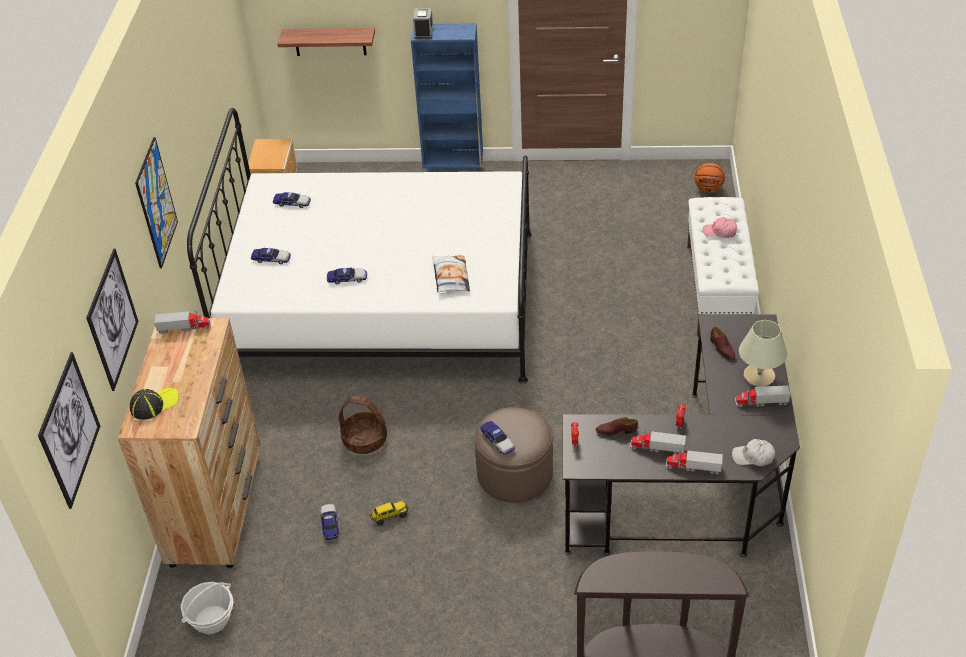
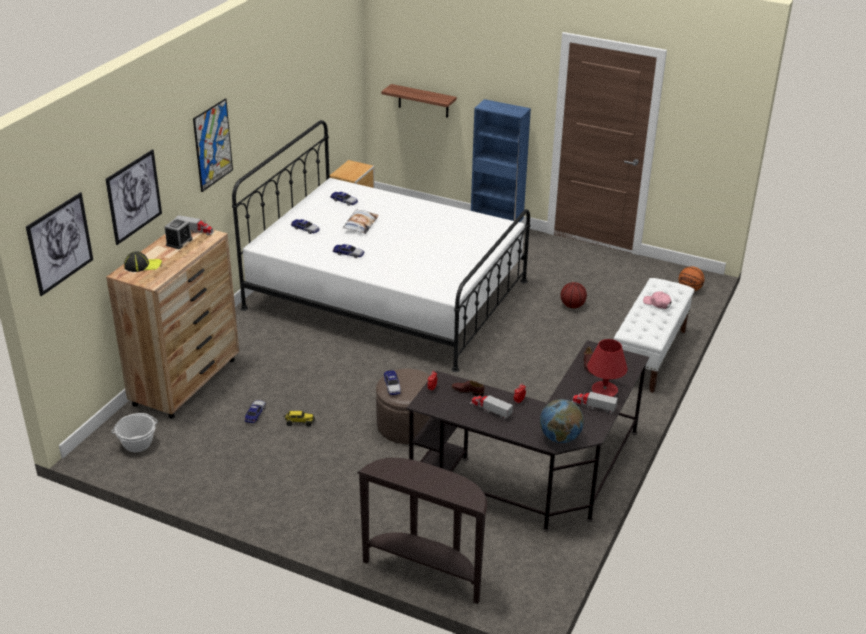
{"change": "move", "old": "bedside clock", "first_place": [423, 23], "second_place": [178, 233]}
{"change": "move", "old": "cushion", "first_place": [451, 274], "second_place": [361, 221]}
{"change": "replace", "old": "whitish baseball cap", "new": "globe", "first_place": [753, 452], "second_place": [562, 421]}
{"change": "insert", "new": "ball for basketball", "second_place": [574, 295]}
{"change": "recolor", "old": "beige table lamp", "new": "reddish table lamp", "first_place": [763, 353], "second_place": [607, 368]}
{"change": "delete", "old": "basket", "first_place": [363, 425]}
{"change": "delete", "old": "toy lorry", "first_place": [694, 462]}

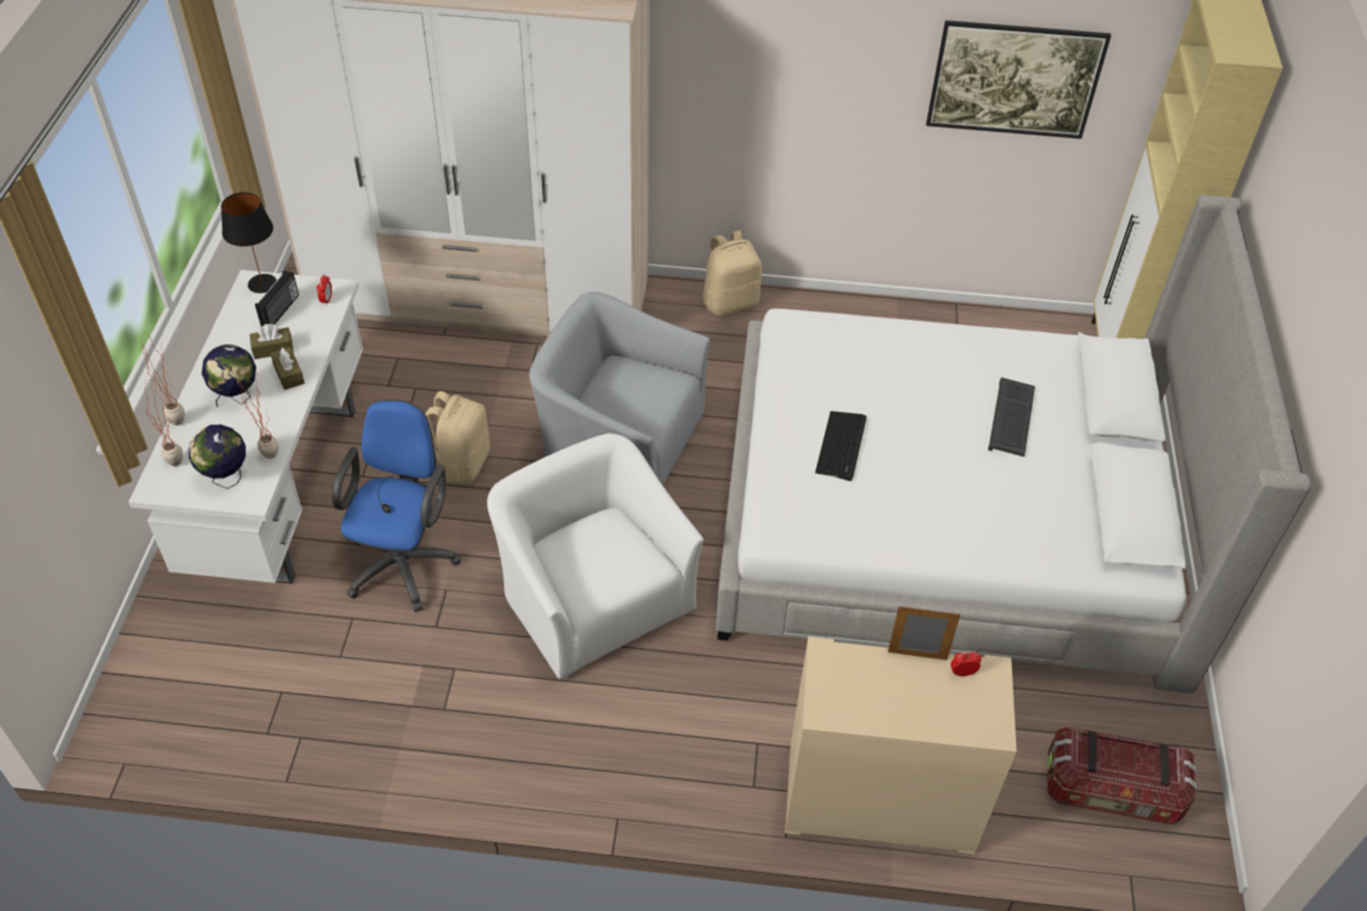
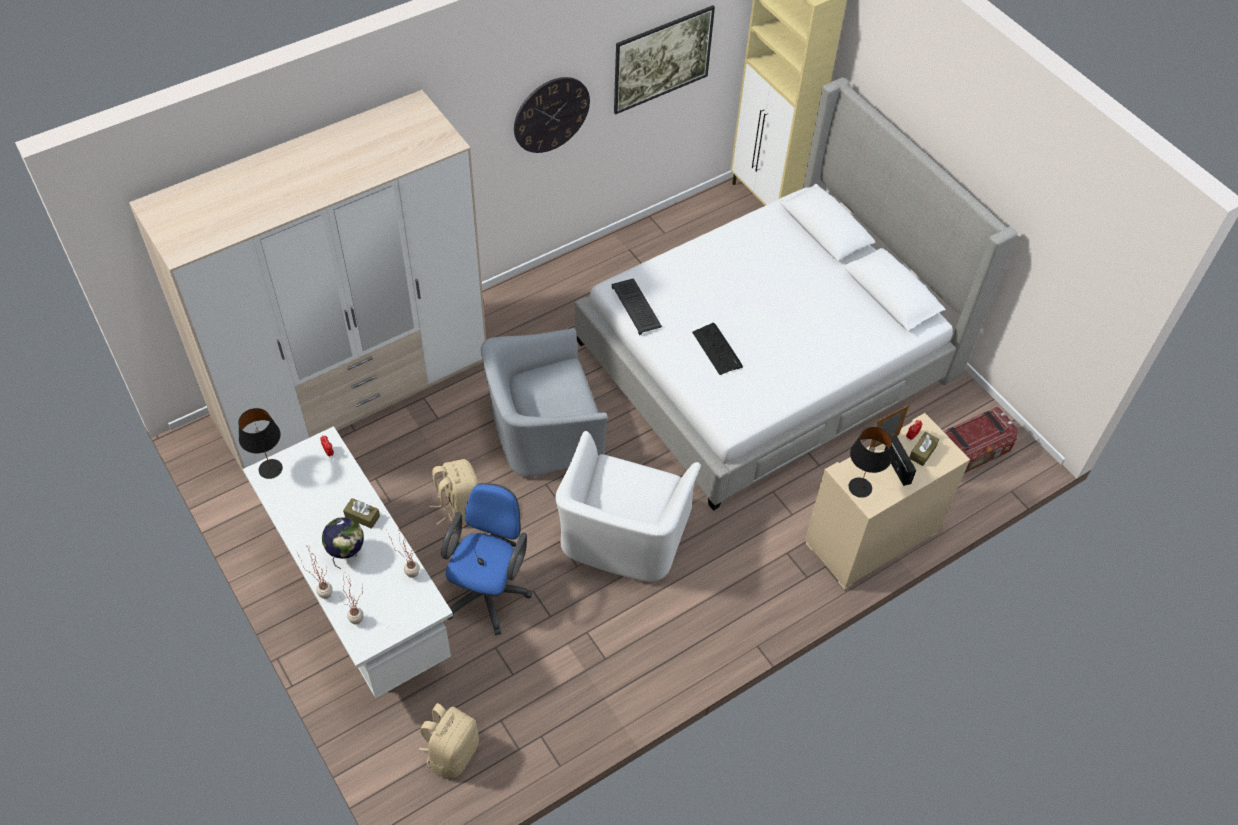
{"change": "move", "old": "beige backpack", "first_place": [732, 273], "second_place": [449, 740]}
{"change": "rotate", "old": "bluish desk chair", "first_place": [396, 506], "second_place": [486, 559], "degrees": 45}
{"change": "insert", "new": "clock on the wall", "second_place": [552, 115]}
{"change": "rotate", "old": "whitish easy chair", "first_place": [595, 556], "second_place": [628, 506], "degrees": -90}
{"change": "move", "old": "keyboard", "first_place": [1011, 417], "second_place": [636, 306]}
{"change": "insert", "new": "black table lamp", "second_place": [870, 462]}
{"change": "move", "old": "radio set", "first_place": [277, 298], "second_place": [900, 461]}
{"change": "move", "old": "brown tissue box", "first_place": [272, 341], "second_place": [924, 449]}
{"change": "delete", "old": "globe", "first_place": [217, 457]}

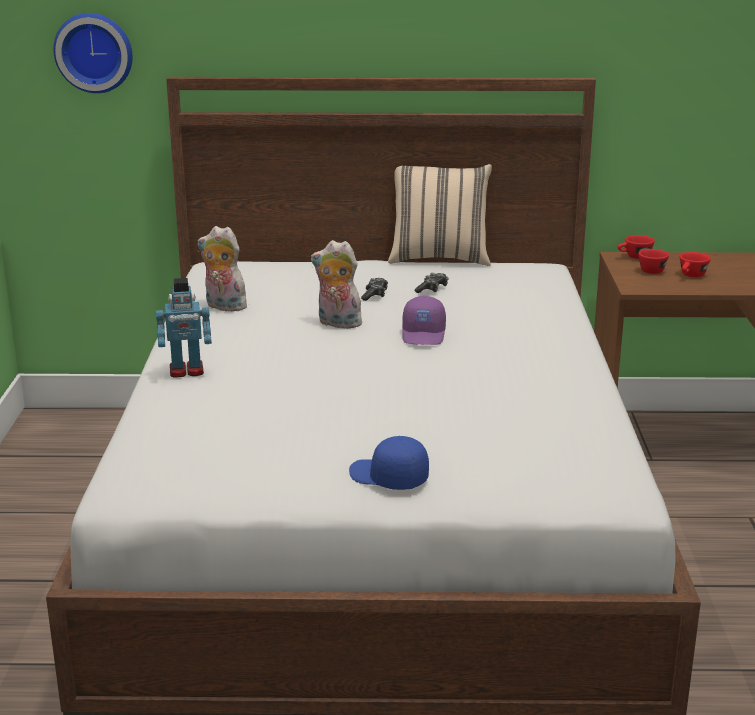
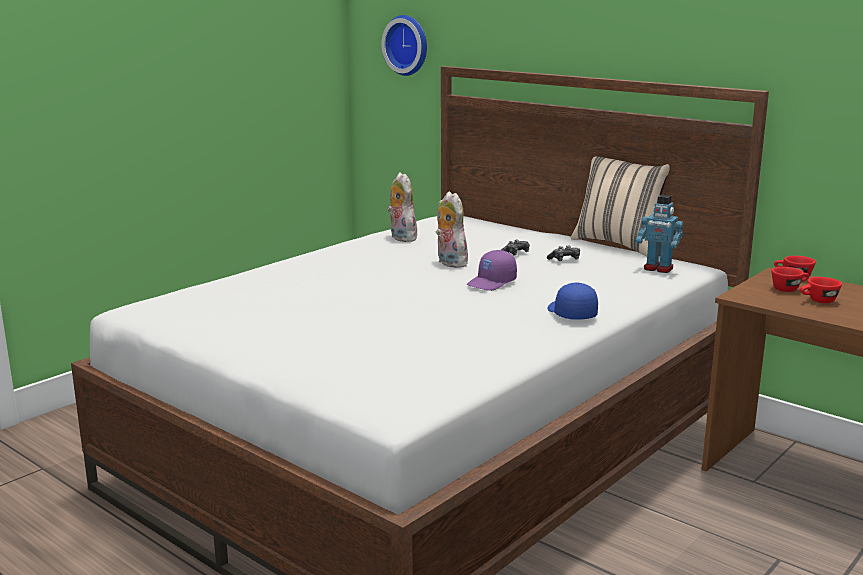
{"change": "move", "old": "bluish baseball cap", "first_place": [389, 463], "second_place": [572, 301]}
{"change": "move", "old": "robot figure", "first_place": [184, 328], "second_place": [660, 233]}

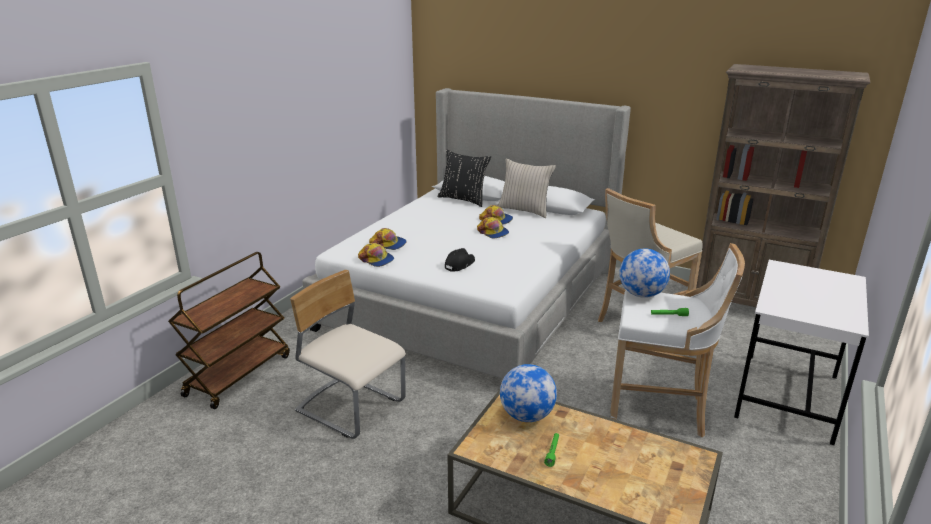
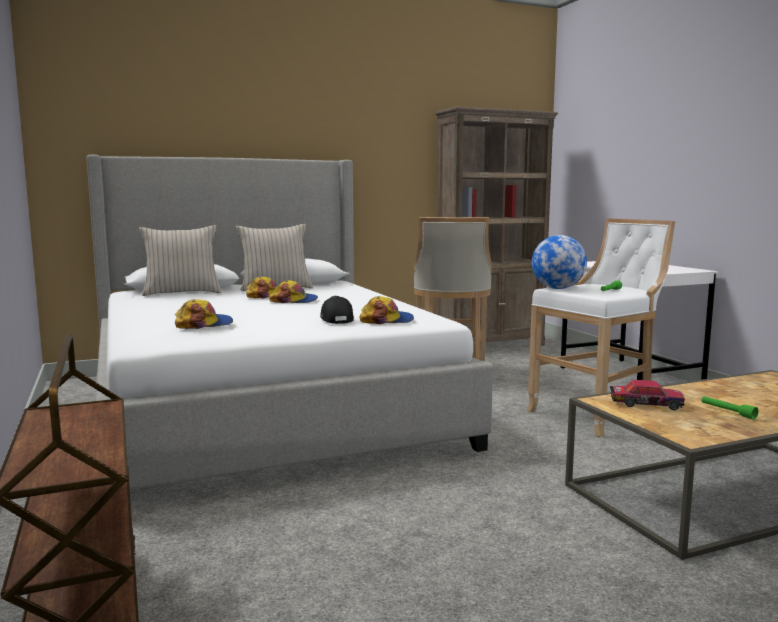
{"change": "recolor", "old": "black cushion", "new": "beige cushion", "first_place": [464, 178], "second_place": [180, 260]}
{"change": "move", "old": "baseball cap", "first_place": [376, 254], "second_place": [386, 310]}
{"change": "replace", "old": "globe", "new": "toy car", "first_place": [528, 393], "second_place": [647, 395]}
{"change": "delete", "old": "beige upright chair", "first_place": [348, 354]}

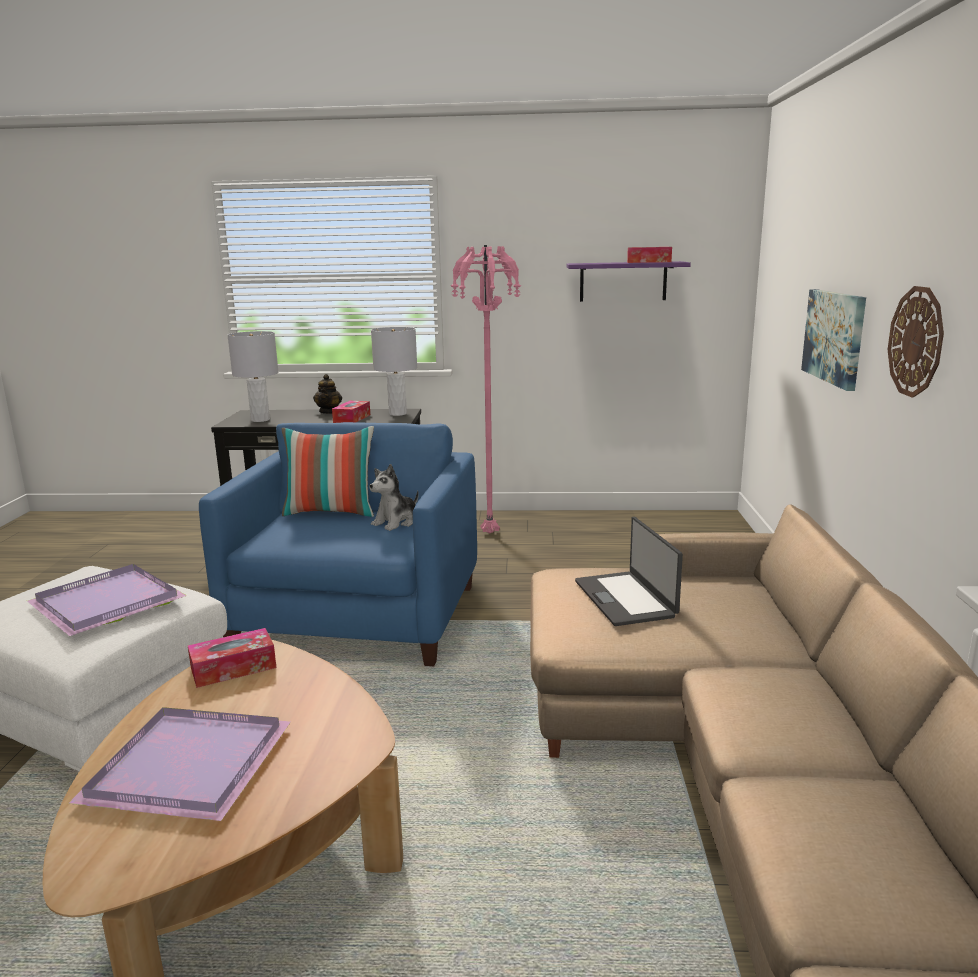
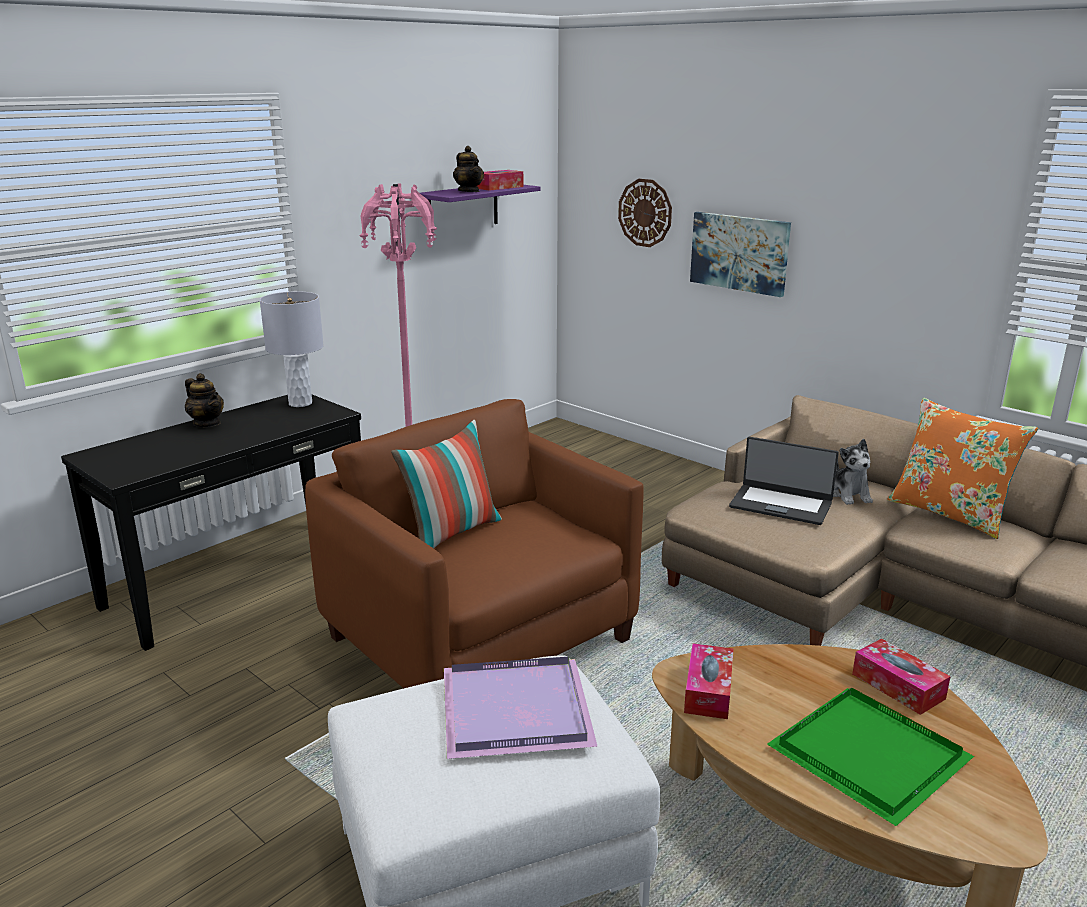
{"change": "recolor", "old": "bluish easy chair", "new": "brown easy chair", "first_place": [338, 544], "second_place": [474, 543]}
{"change": "insert", "new": "pot for tea", "second_place": [468, 169]}
{"change": "move", "old": "clock on the wall", "first_place": [916, 342], "second_place": [645, 213]}
{"change": "recolor", "old": "purplish tray", "new": "green tray", "first_place": [179, 764], "second_place": [870, 756]}
{"change": "move", "old": "soft toy", "first_place": [394, 497], "second_place": [853, 472]}
{"change": "move", "old": "tissue box", "first_place": [351, 412], "second_place": [901, 676]}
{"change": "insert", "new": "orange cushion", "second_place": [962, 468]}
{"change": "delete", "old": "grey table lamp", "first_place": [253, 376]}

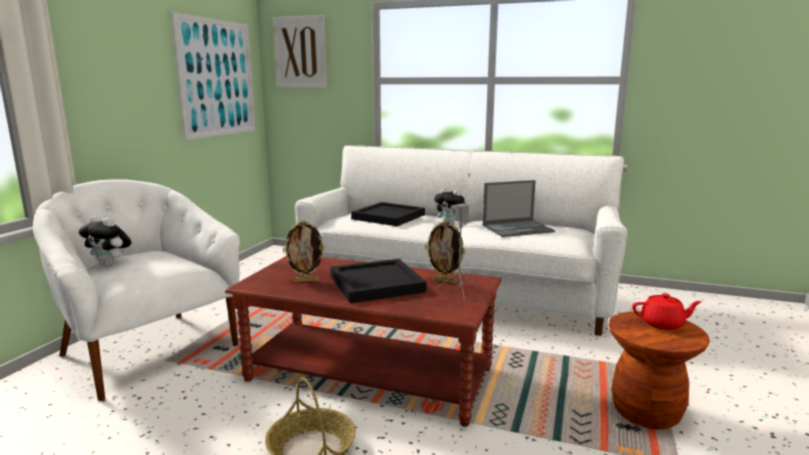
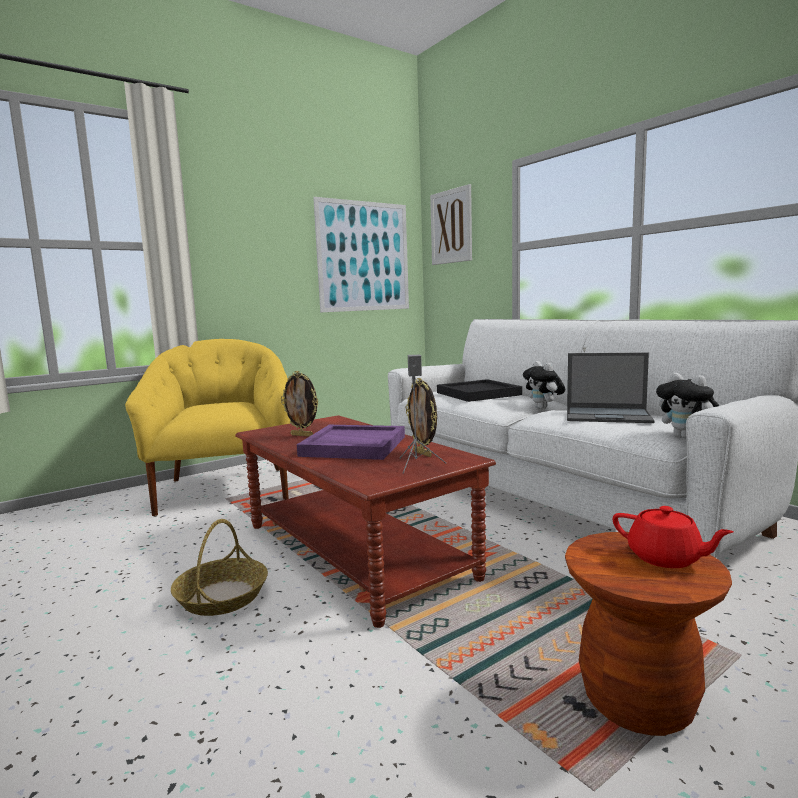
{"change": "recolor", "old": "whitish easy chair", "new": "yellowish easy chair", "first_place": [136, 290], "second_place": [207, 427]}
{"change": "recolor", "old": "black tray", "new": "purplish tray", "first_place": [379, 281], "second_place": [351, 442]}
{"change": "move", "old": "soft toy", "first_place": [105, 241], "second_place": [687, 406]}

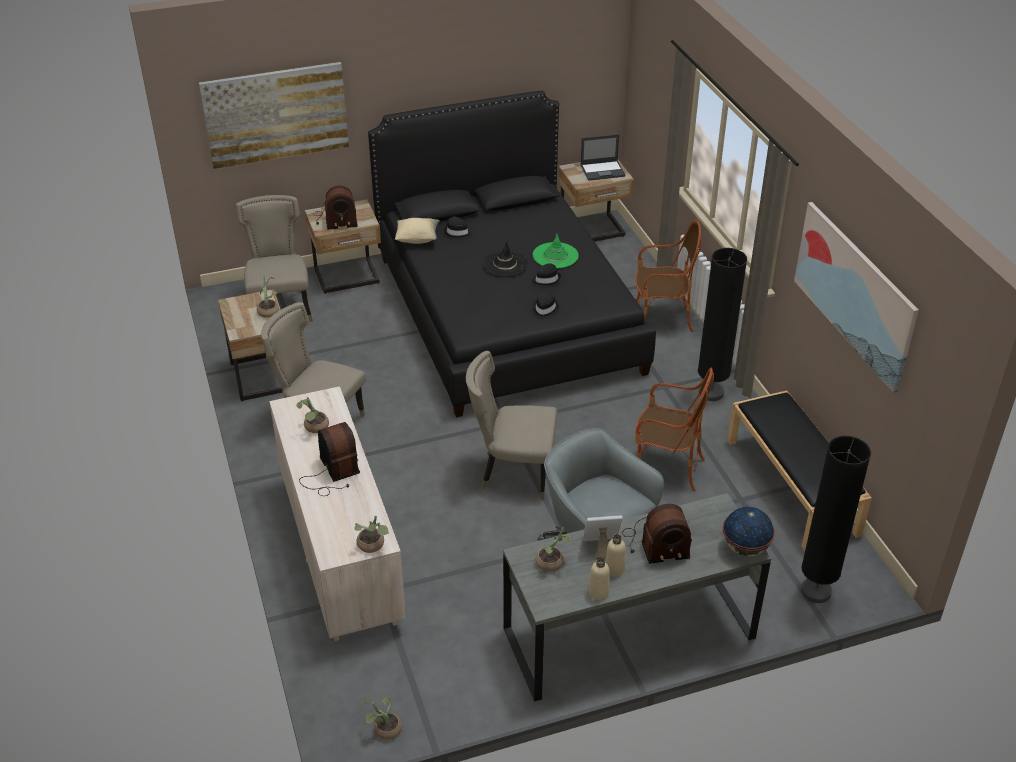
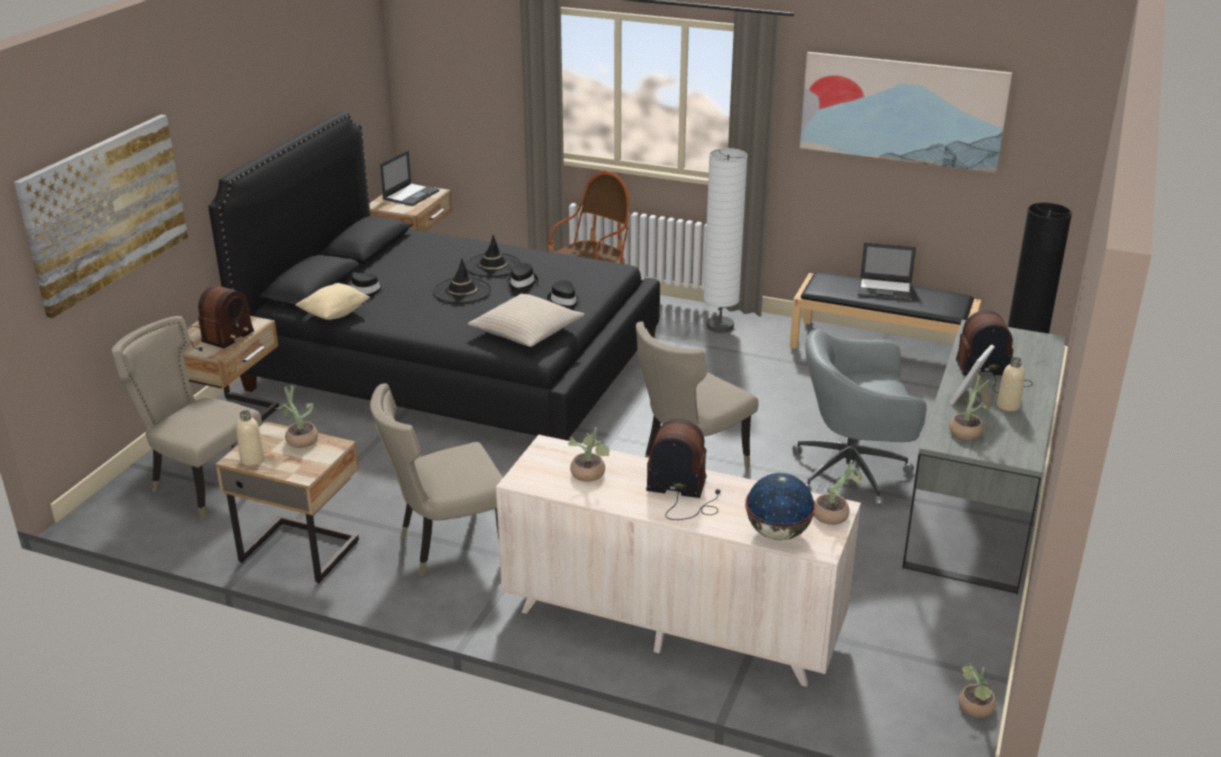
{"change": "move", "old": "beige beverage bottle", "first_place": [599, 578], "second_place": [250, 438]}
{"change": "recolor", "old": "green wearable hat", "new": "black wearable hat", "first_place": [556, 251], "second_place": [493, 256]}
{"change": "insert", "new": "beige cushion", "second_place": [526, 320]}
{"change": "recolor", "old": "black standing lamp", "new": "whitish standing lamp", "first_place": [722, 324], "second_place": [725, 240]}
{"change": "move", "old": "globe", "first_place": [748, 532], "second_place": [780, 507]}
{"change": "insert", "new": "laptop", "second_place": [887, 271]}
{"change": "rotate", "old": "radio set", "first_place": [657, 534], "second_place": [994, 351], "degrees": -120}
{"change": "delete", "old": "easy chair", "first_place": [674, 429]}

